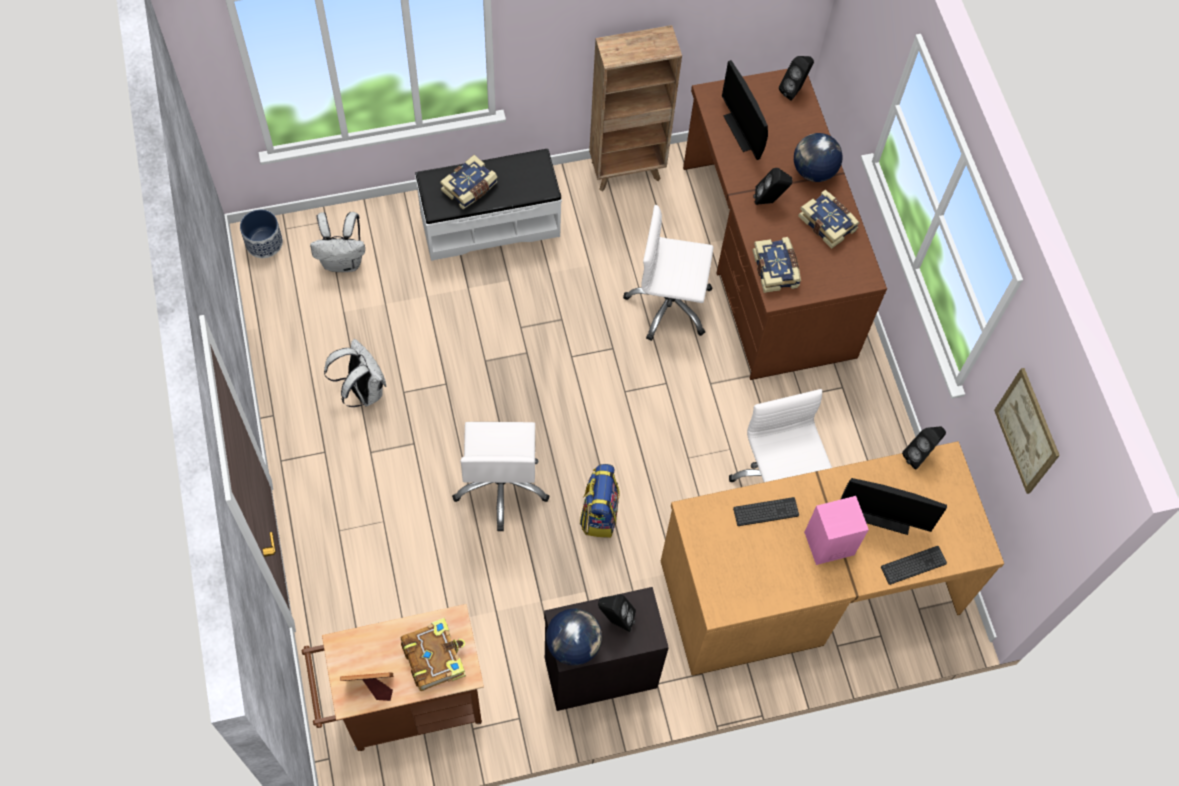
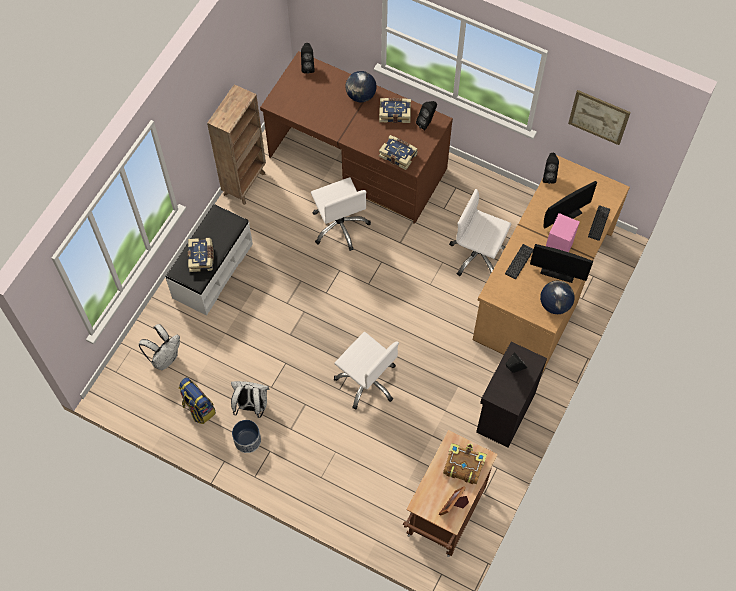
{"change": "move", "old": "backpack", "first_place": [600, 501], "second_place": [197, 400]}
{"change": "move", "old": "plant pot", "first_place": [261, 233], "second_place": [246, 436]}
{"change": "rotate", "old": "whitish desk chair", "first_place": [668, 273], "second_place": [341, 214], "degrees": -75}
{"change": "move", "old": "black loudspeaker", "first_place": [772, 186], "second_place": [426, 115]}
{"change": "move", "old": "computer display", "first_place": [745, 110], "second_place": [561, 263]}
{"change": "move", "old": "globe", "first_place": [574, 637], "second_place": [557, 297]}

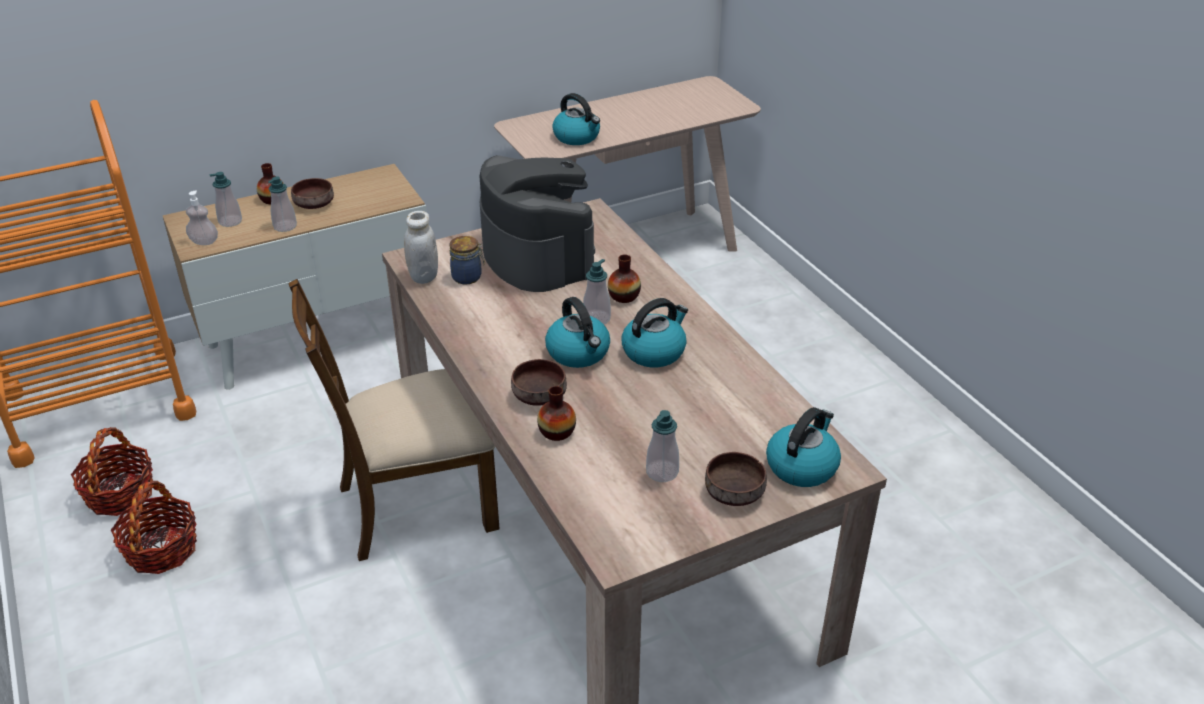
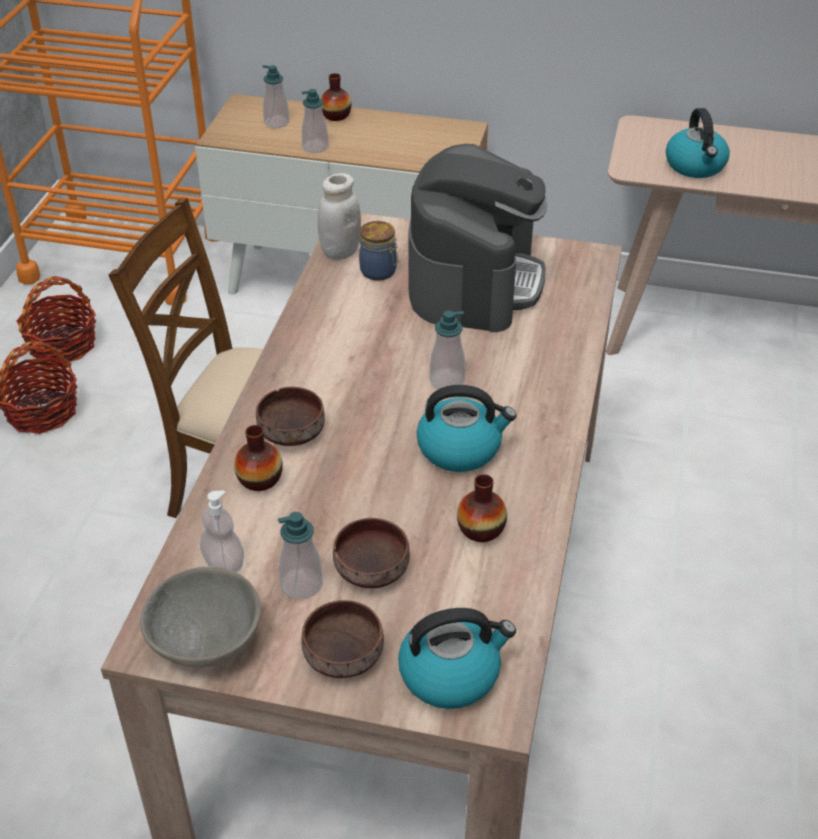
{"change": "insert", "new": "grey deep dish", "second_place": [200, 616]}
{"change": "move", "old": "liquid soap bottle", "first_place": [202, 218], "second_place": [222, 531]}
{"change": "move", "old": "brown deep dish", "first_place": [312, 193], "second_place": [371, 553]}
{"change": "move", "old": "decorative vase", "first_place": [624, 278], "second_place": [482, 508]}
{"change": "delete", "old": "kettle", "first_place": [577, 332]}

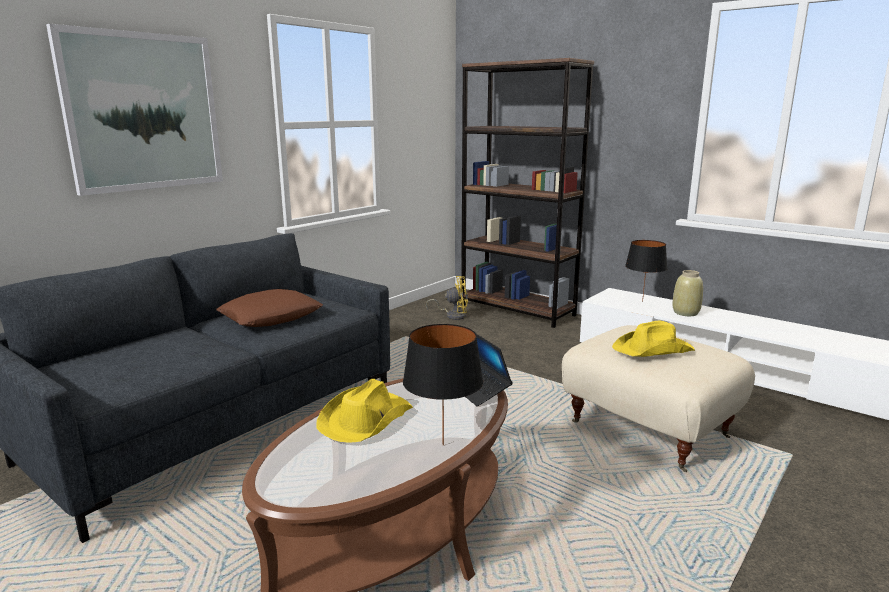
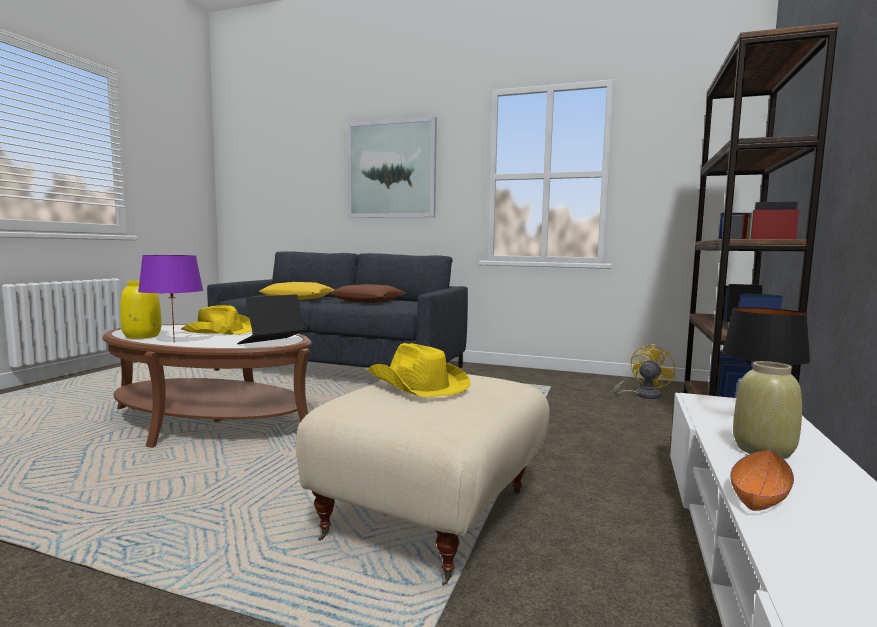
{"change": "insert", "new": "yellowish decorative vase", "second_place": [141, 310]}
{"change": "recolor", "old": "black table lamp", "new": "purplish table lamp", "first_place": [443, 385], "second_place": [170, 299]}
{"change": "insert", "new": "yellowish cushion", "second_place": [296, 291]}
{"change": "rotate", "old": "yellowish electric fan", "first_place": [447, 298], "second_place": [642, 371], "degrees": -120}
{"change": "insert", "new": "orange deep dish", "second_place": [762, 480]}

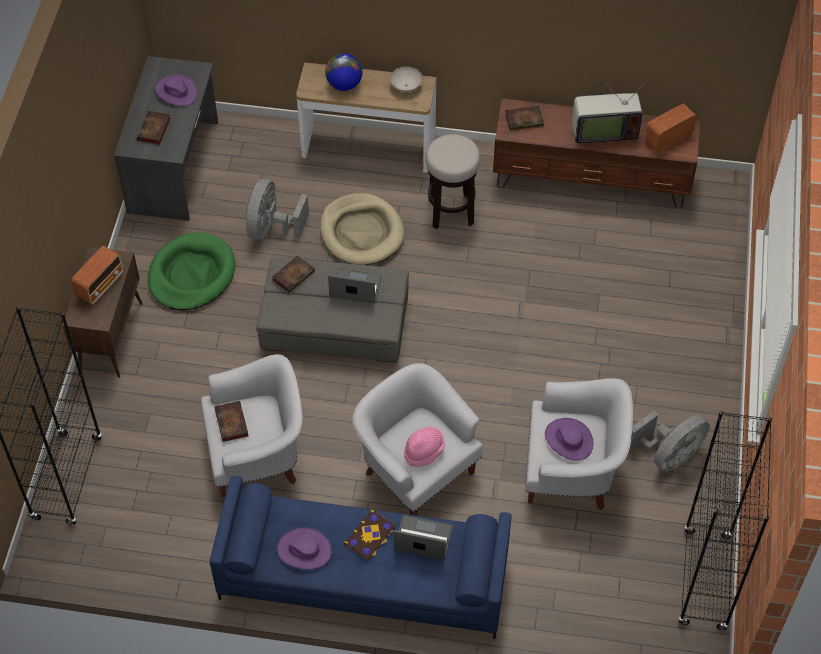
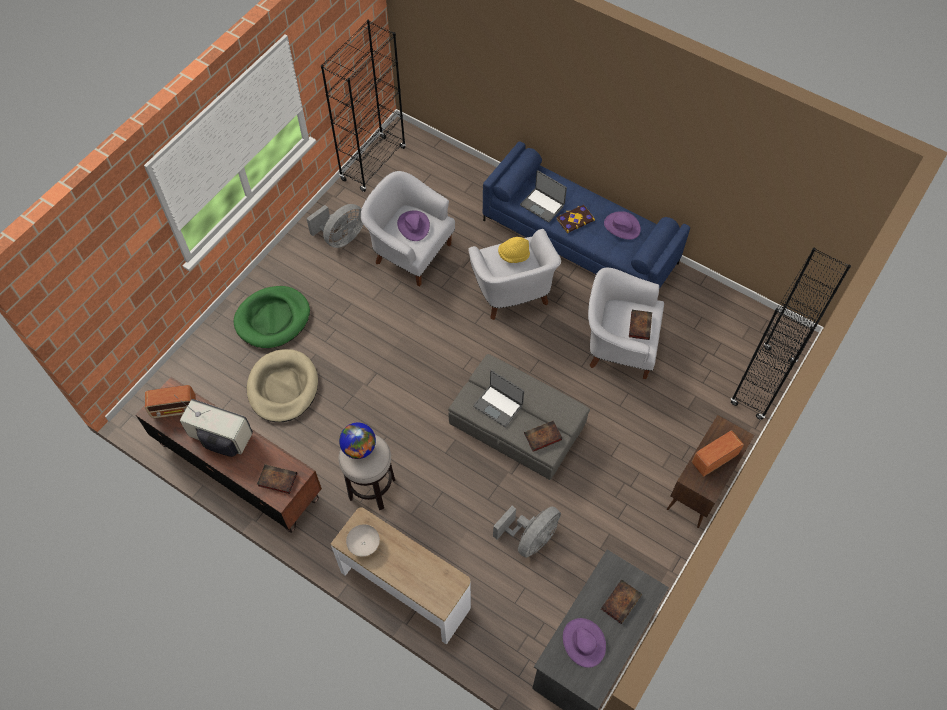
{"change": "move", "old": "green dog cushion", "first_place": [191, 271], "second_place": [272, 317]}
{"change": "move", "old": "beige dog cushion", "first_place": [362, 229], "second_place": [282, 385]}
{"change": "rotate", "old": "grey electric fan", "first_place": [669, 441], "second_place": [335, 226], "degrees": 150}
{"change": "move", "old": "globe", "first_place": [343, 72], "second_place": [357, 440]}
{"change": "recolor", "old": "pink wearable hat", "new": "yellowish wearable hat", "first_place": [424, 447], "second_place": [514, 250]}

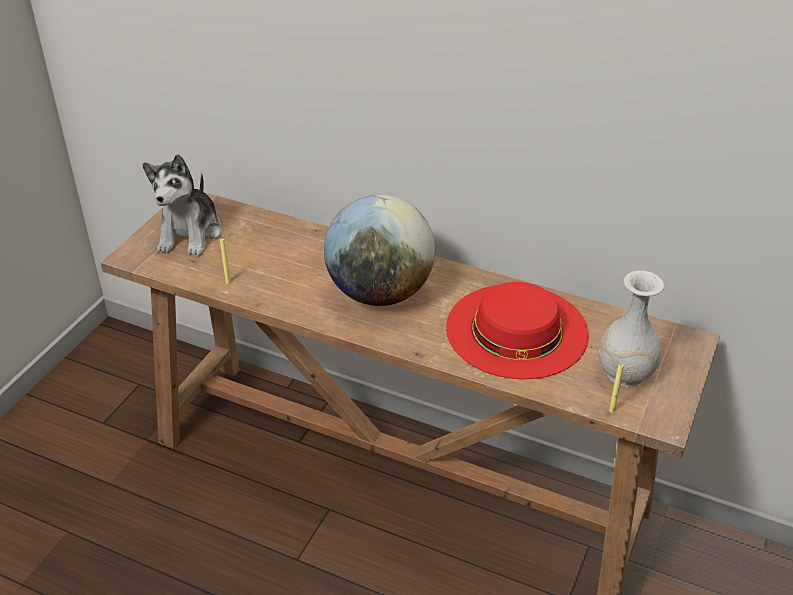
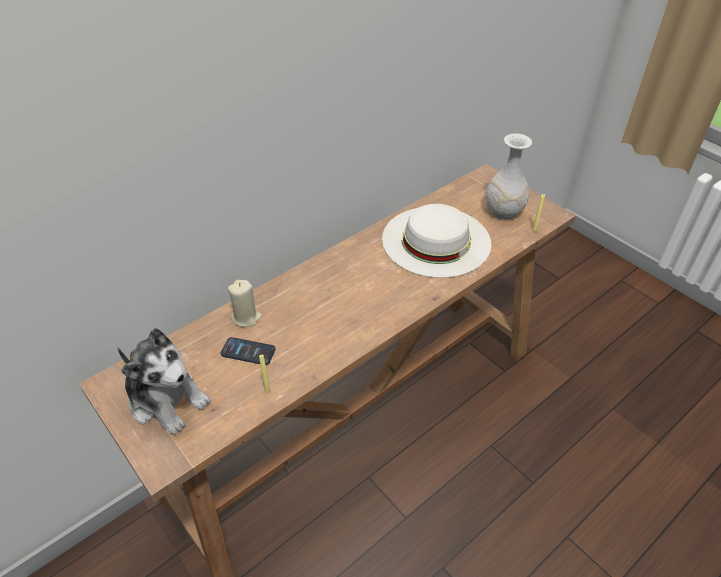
{"change": "insert", "new": "telephone", "second_place": [248, 351]}
{"change": "insert", "new": "beige wax light", "second_place": [245, 303]}
{"change": "recolor", "old": "reddish wearable hat", "new": "whitish wearable hat", "first_place": [517, 330], "second_place": [436, 241]}
{"change": "delete", "old": "globe", "first_place": [379, 250]}

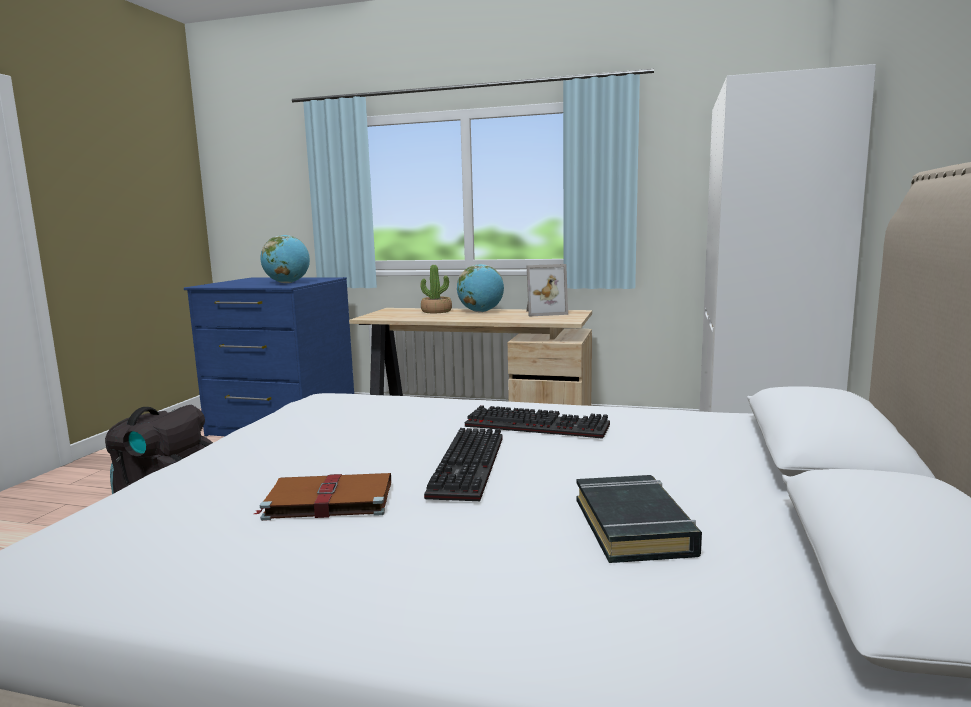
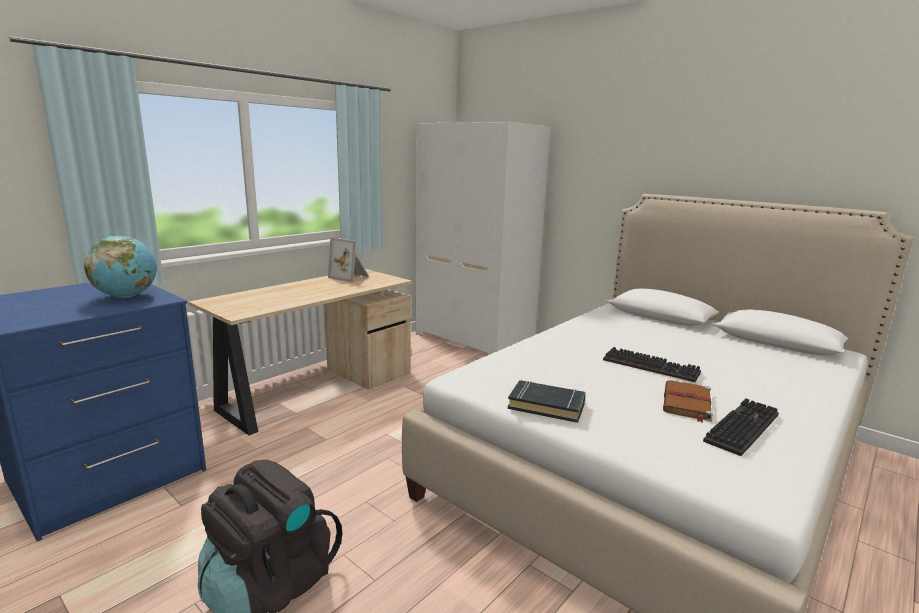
{"change": "rotate", "old": "photo frame", "first_place": [547, 290], "second_place": [348, 260], "degrees": 105}
{"change": "move", "old": "black volume", "first_place": [639, 519], "second_place": [547, 401]}
{"change": "move", "old": "keyboard", "first_place": [537, 422], "second_place": [741, 427]}
{"change": "delete", "old": "potted plant", "first_place": [436, 289]}
{"change": "delete", "old": "globe", "first_place": [480, 288]}

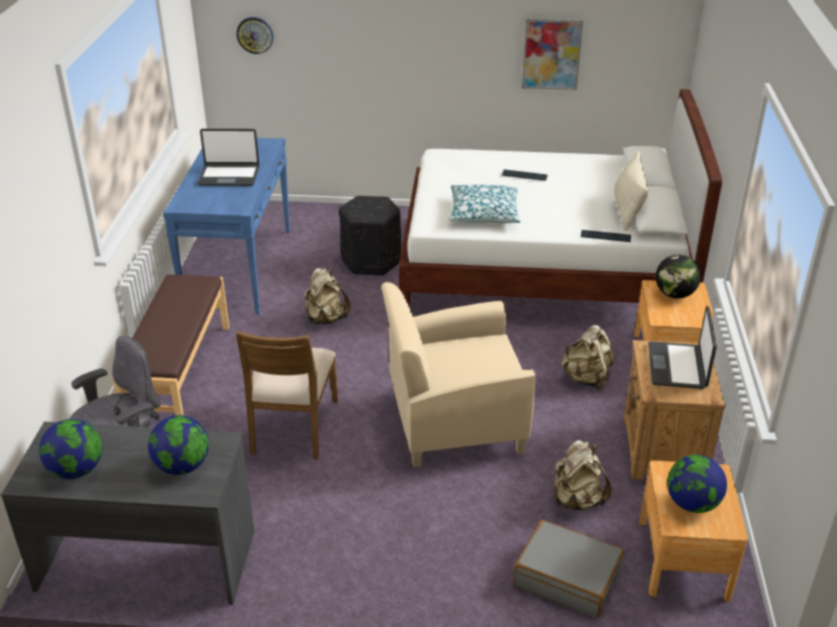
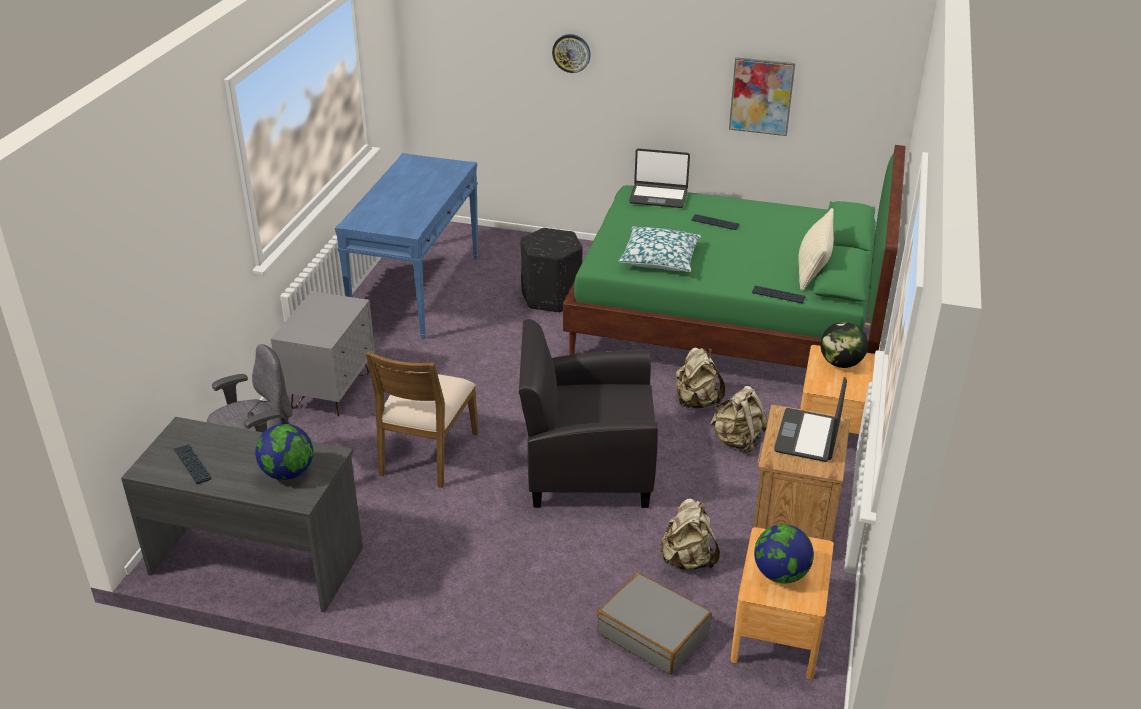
{"change": "replace", "old": "globe", "new": "keyboard", "first_place": [70, 449], "second_place": [192, 464]}
{"change": "replace", "old": "brown indoor bench", "new": "grey bedside table", "first_place": [170, 344], "second_place": [323, 353]}
{"change": "recolor", "old": "beige easy chair", "new": "black easy chair", "first_place": [458, 374], "second_place": [588, 413]}
{"change": "move", "old": "clock on the wall", "first_place": [255, 35], "second_place": [571, 53]}
{"change": "recolor", "old": "whitish bed", "new": "green bed", "first_place": [560, 198], "second_place": [734, 256]}
{"change": "move", "old": "laptop", "first_place": [228, 157], "second_place": [659, 178]}
{"change": "move", "old": "beige backpack", "first_place": [327, 296], "second_place": [700, 378]}

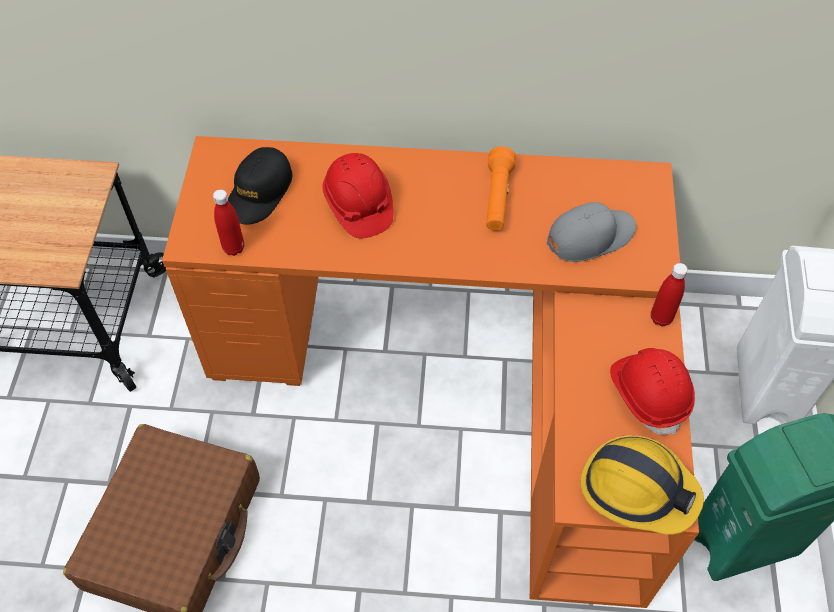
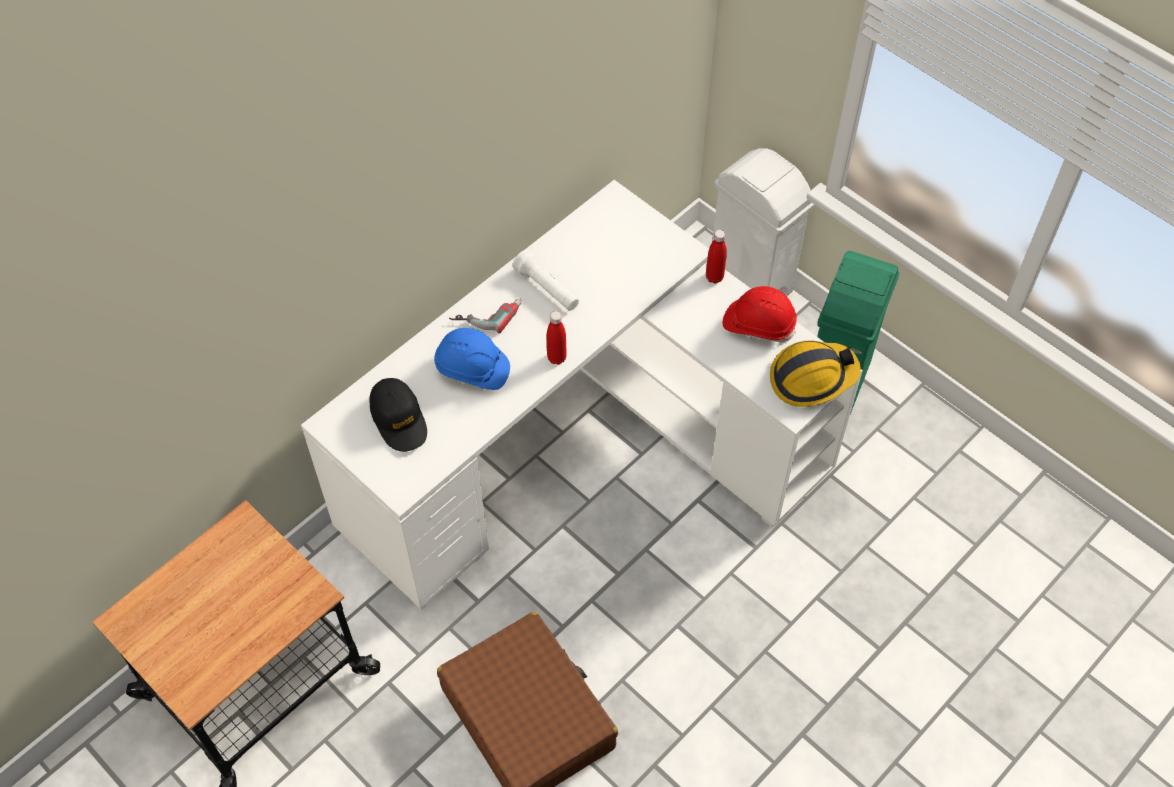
{"change": "recolor", "old": "orange desk unit", "new": "whitish desk unit", "first_place": [430, 372], "second_place": [582, 395]}
{"change": "recolor", "old": "reddish safety helmet", "new": "bluish safety helmet", "first_place": [358, 195], "second_place": [472, 359]}
{"change": "insert", "new": "electric drill", "second_place": [485, 316]}
{"change": "recolor", "old": "orange flashlight", "new": "whitish flashlight", "first_place": [501, 189], "second_place": [546, 280]}
{"change": "move", "old": "reddish beverage bottle", "first_place": [228, 222], "second_place": [557, 338]}
{"change": "delete", "old": "grey baseball cap", "first_place": [591, 232]}

